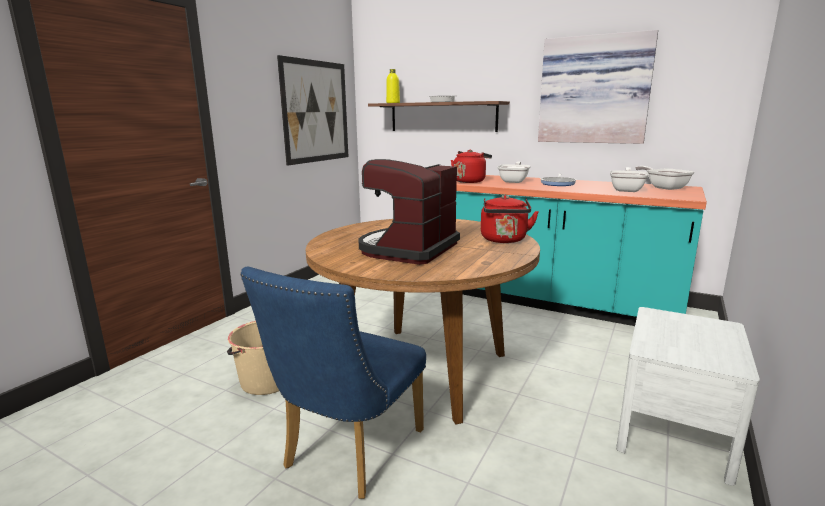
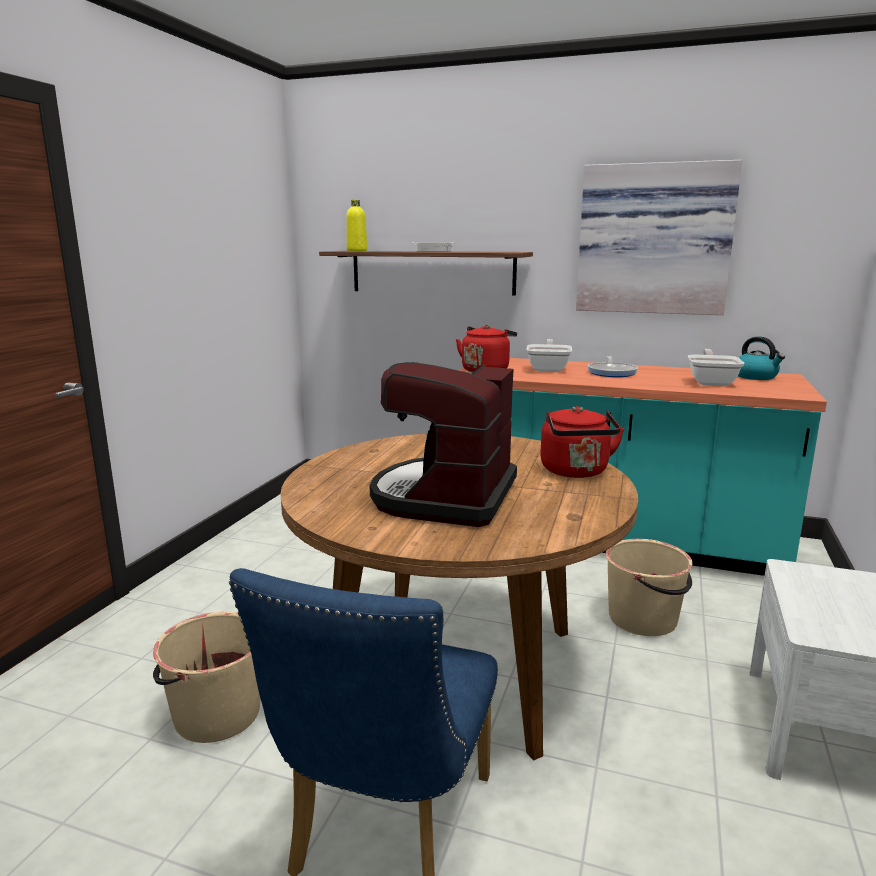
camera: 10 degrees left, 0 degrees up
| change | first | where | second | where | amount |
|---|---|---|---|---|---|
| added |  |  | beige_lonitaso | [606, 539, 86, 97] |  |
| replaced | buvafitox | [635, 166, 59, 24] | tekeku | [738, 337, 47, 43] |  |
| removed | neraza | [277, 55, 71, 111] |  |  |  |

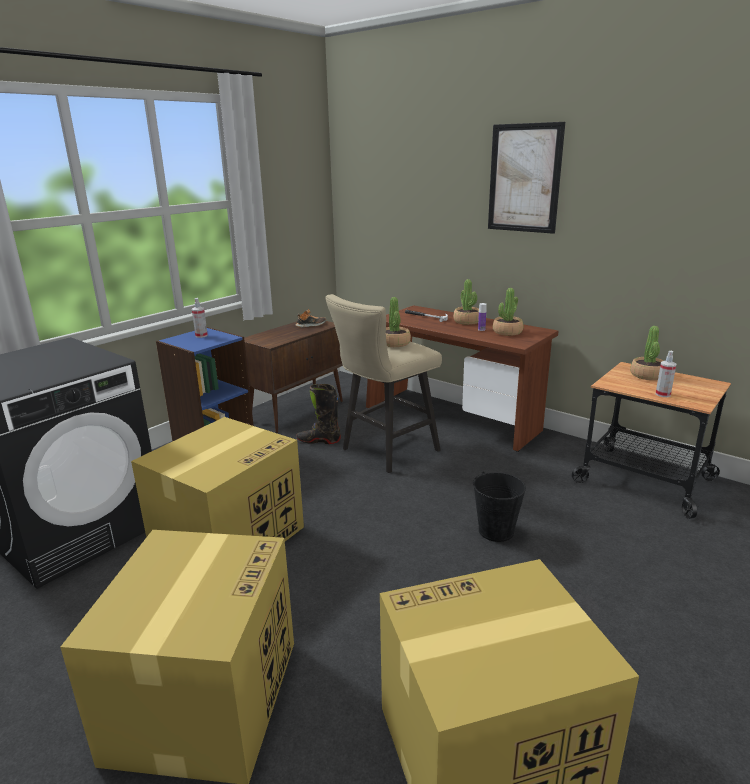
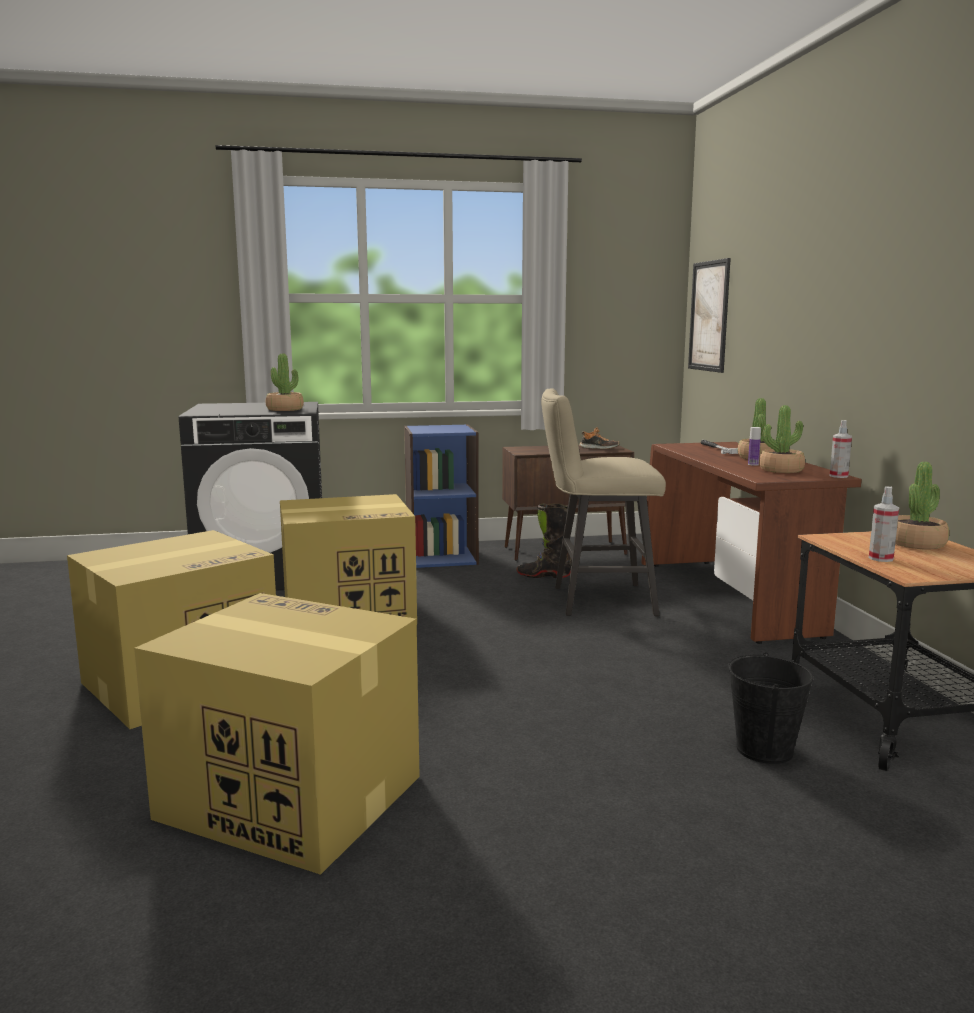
camera: 40 degrees right, 10 degrees down
| change | first | where | second | where | amount |
|---|---|---|---|---|---|
| moved | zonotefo | [386, 297, 25, 50] |  | [266, 353, 38, 58] |  |
| turned | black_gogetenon | [296, 384, 45, 60] |  | [517, 503, 55, 75] | 45 degrees counterclockwise |
| moved | neraza | [488, 122, 77, 112] |  | [688, 258, 43, 115] |  |
| moved | black_lonitaso | [473, 471, 53, 71] |  | [728, 652, 86, 112] |  |
| moved | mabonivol | [192, 298, 16, 40] |  | [830, 420, 22, 58] |  |

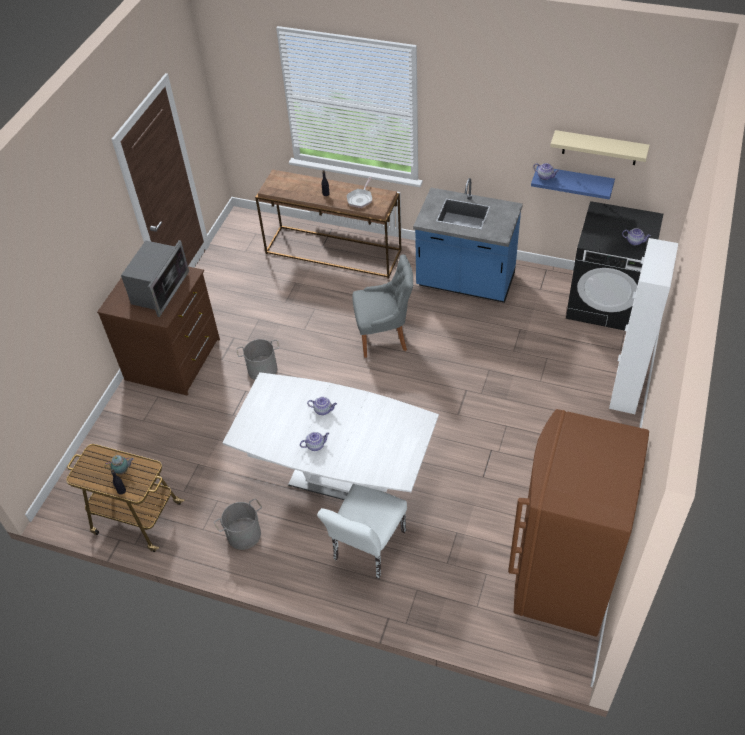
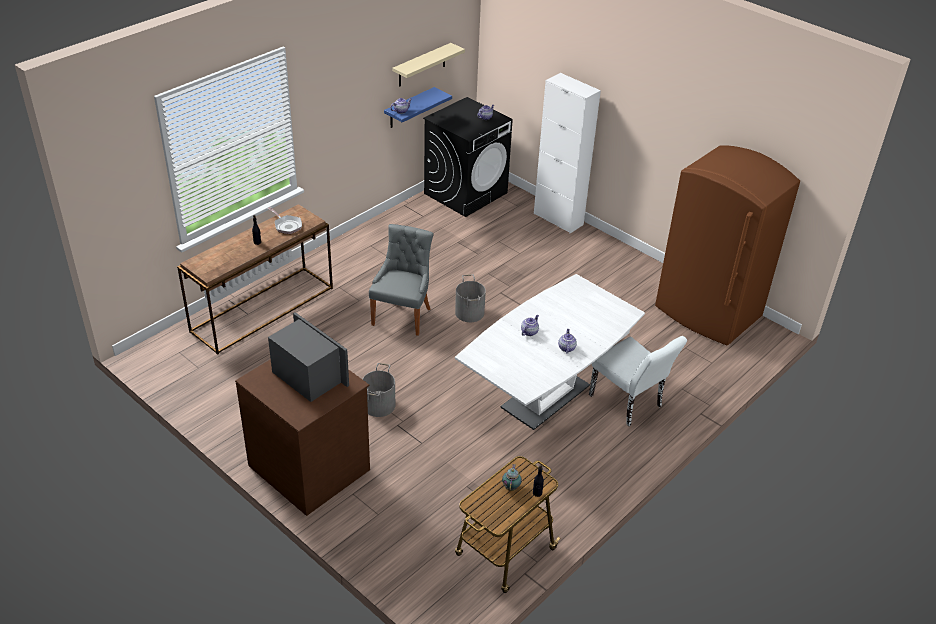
camera: 70 degrees left, 10 degrees down
| change | first | where | second | where | amount |
|---|---|---|---|---|---|
| moved | grey_lonitaso | [214, 498, 48, 52] |  | [455, 274, 31, 48] |  |
| removed | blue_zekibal | [413, 178, 110, 125] |  |  |  |

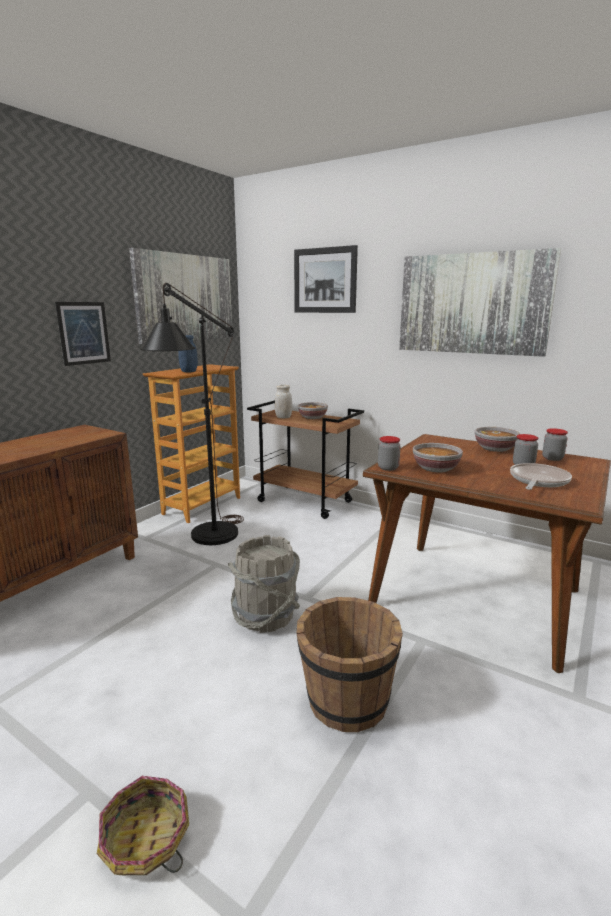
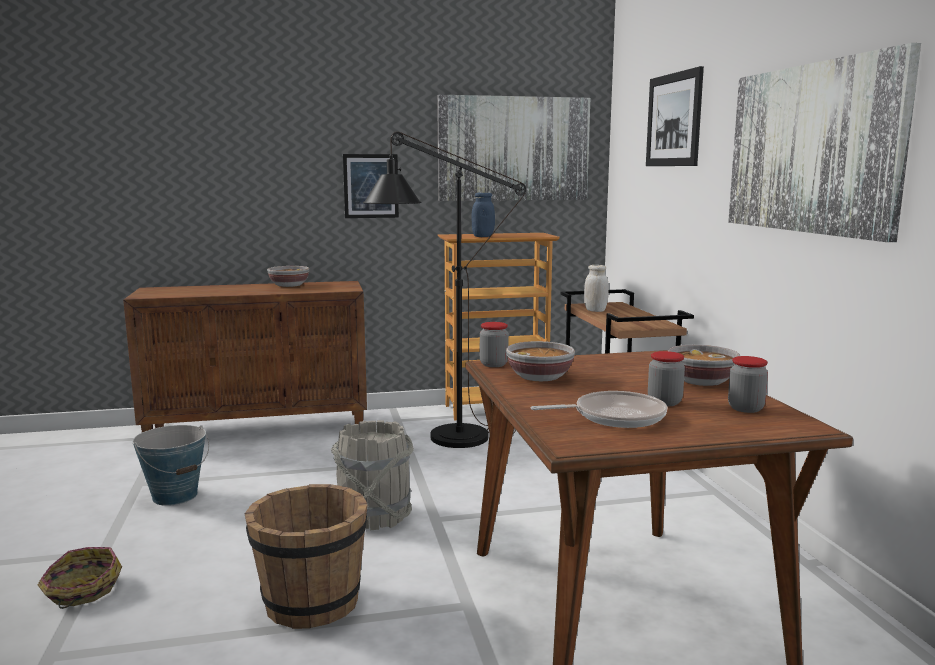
camera: 45 degrees right, 5 degrees down
| change | first | where | second | where | amount |
|---|---|---|---|---|---|
| added |  |  | lonitaso | [132, 425, 77, 81] |  |
| moved | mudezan | [298, 402, 30, 17] |  | [267, 266, 42, 21] |  |

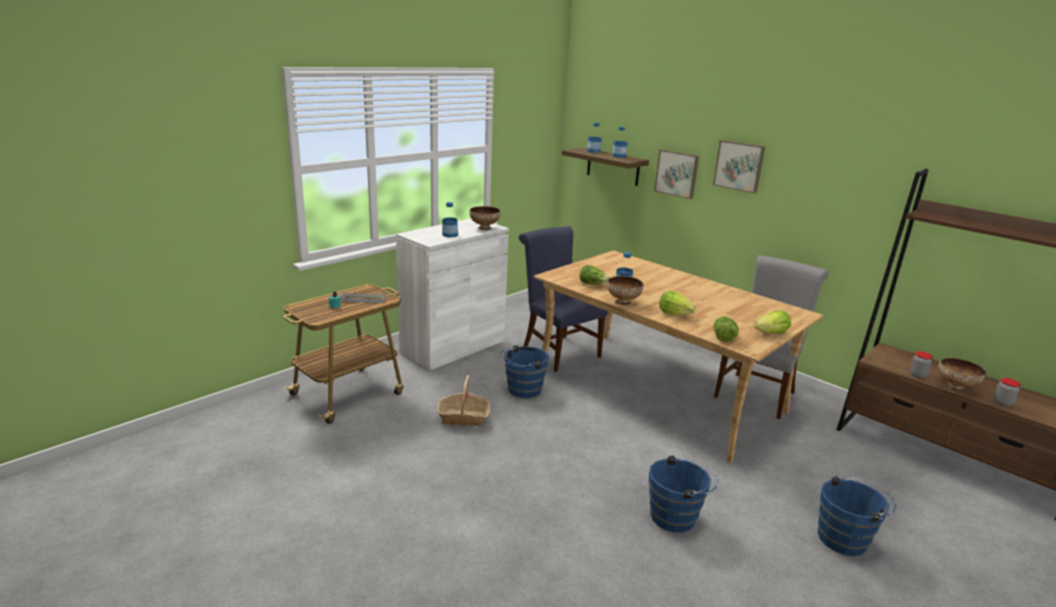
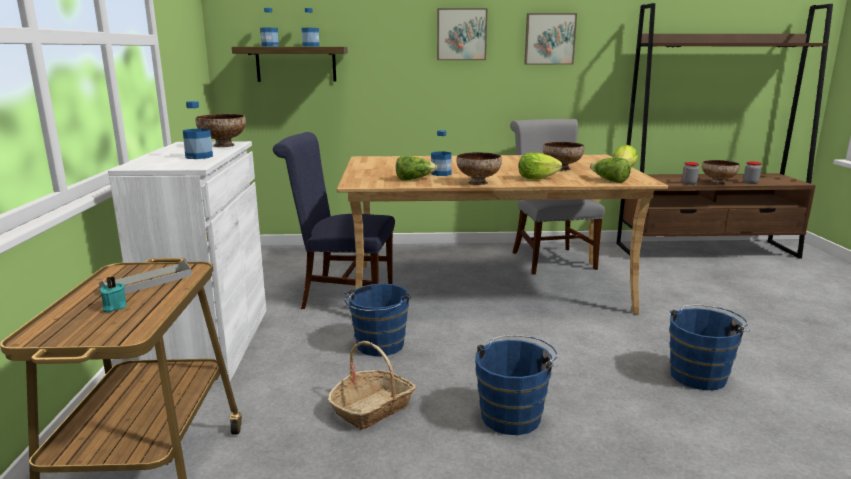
camera: 45 degrees left, 5 degrees down
| change | first | where | second | where | amount |
|---|---|---|---|---|---|
| moved | blue_lonitaso | [818, 476, 78, 80] |  | [475, 335, 83, 100] |  |
| moved | neraza | [654, 149, 45, 50] |  | [524, 13, 53, 52] |  |
| added |  |  | mudezan | [543, 142, 41, 29] |  |

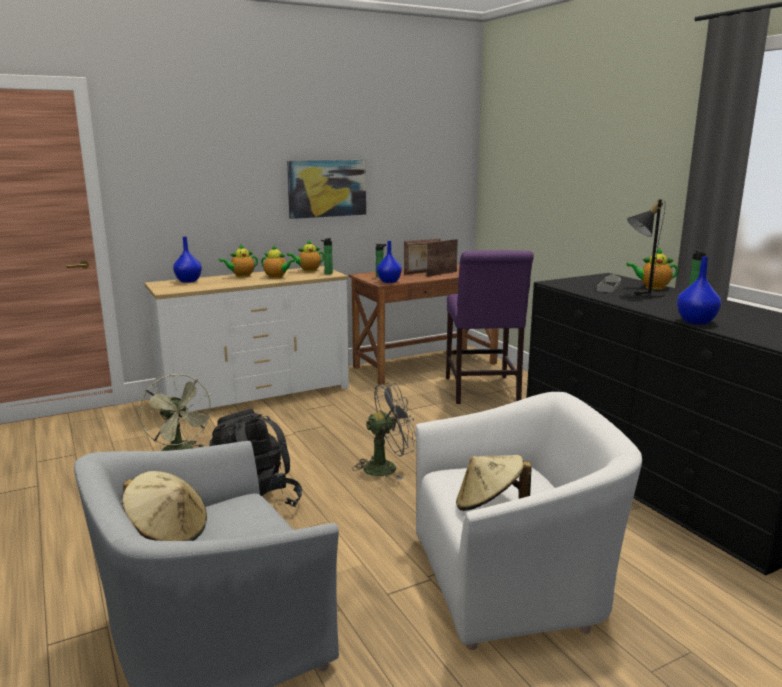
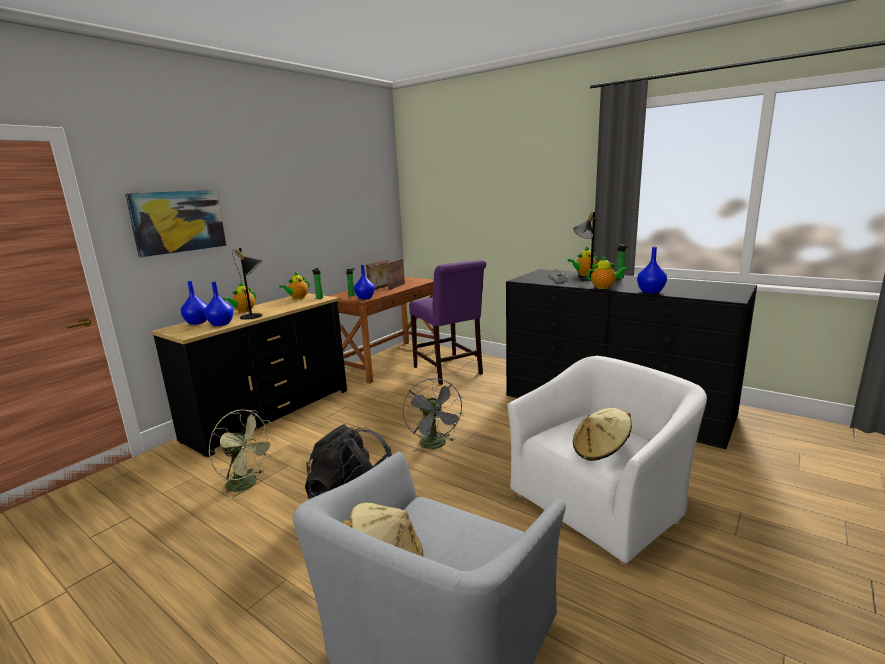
camera: 25 degrees left, 0 degrees up
| change | first | where | second | where | amount |
|---|---|---|---|---|---|
| moved | neraza | [287, 160, 79, 59] |  | [125, 190, 101, 67] |  |
| recoloured | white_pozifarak | [144, 266, 205, 146] | black_pozifarak | [151, 293, 196, 164] |  |
| added |  |  | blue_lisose | [204, 282, 29, 44] |  |
| added |  |  | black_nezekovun | [232, 248, 31, 72] |  |
| turned | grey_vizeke | [352, 383, 64, 97] |  | [403, 378, 61, 74] | 120 degrees clockwise |
| moved | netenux | [261, 245, 35, 34] |  | [587, 256, 41, 33] |  |

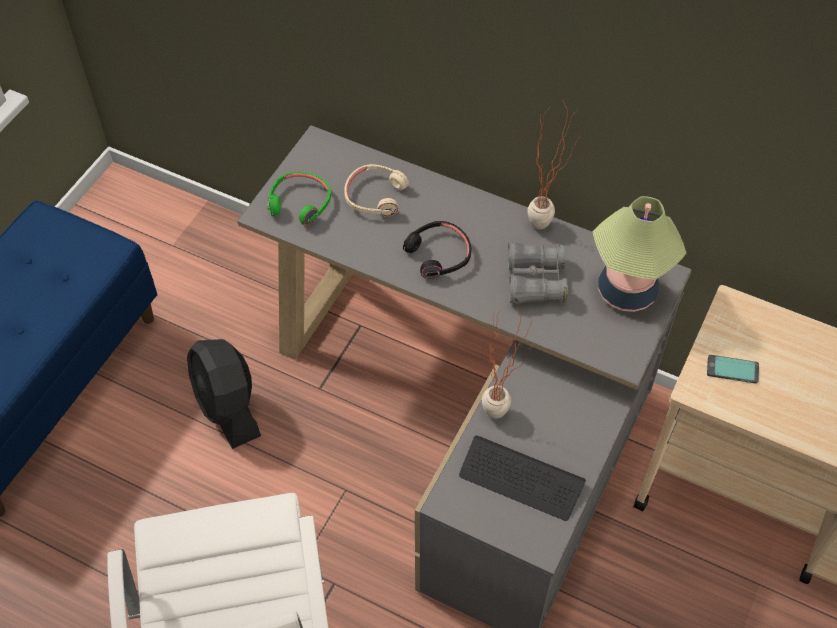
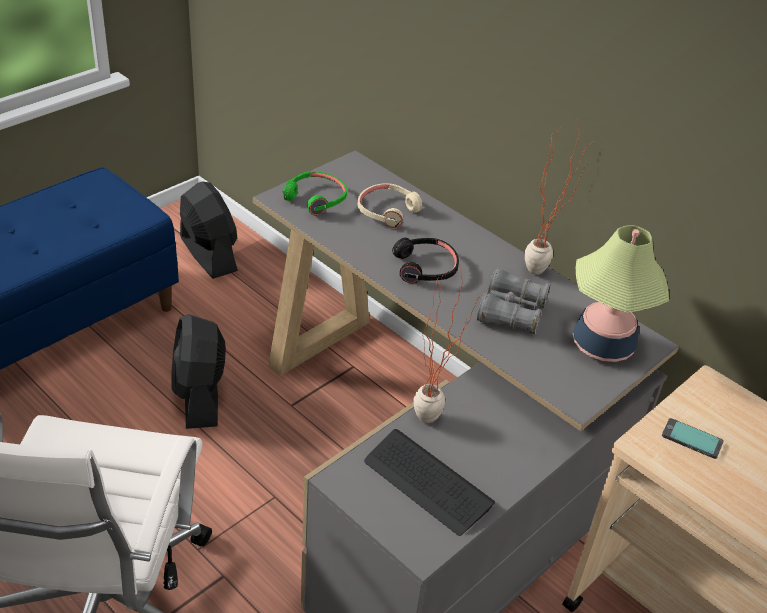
camera: 15 degrees right, 15 degrees down
| change | first | where | second | where | amount |
|---|---|---|---|---|---|
| added |  |  | black_vizeke | [180, 181, 58, 98] |  |

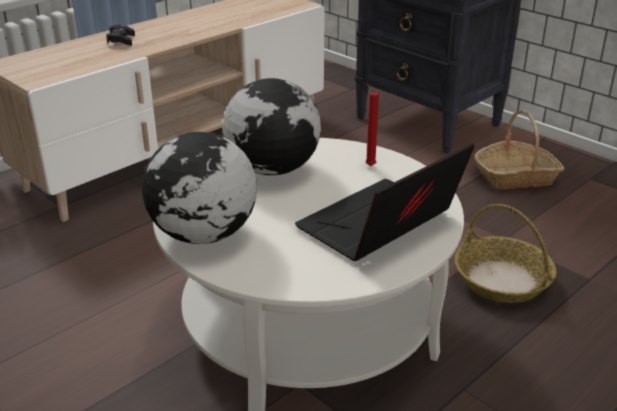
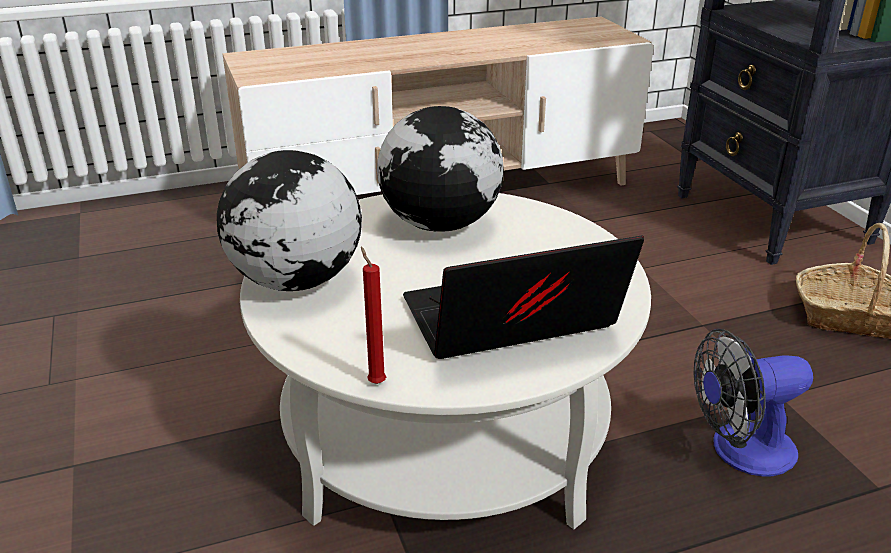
camera: 25 degrees right, 0 degrees up
| change | first | where | second | where | amount |
|---|---|---|---|---|---|
| moved | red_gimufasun | [366, 83, 13, 83] |  | [361, 247, 25, 137] |  |
| replaced | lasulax | [455, 204, 101, 99] | vizeke | [693, 328, 120, 149] |  |
| removed | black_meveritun | [106, 25, 29, 21] |  |  |  |

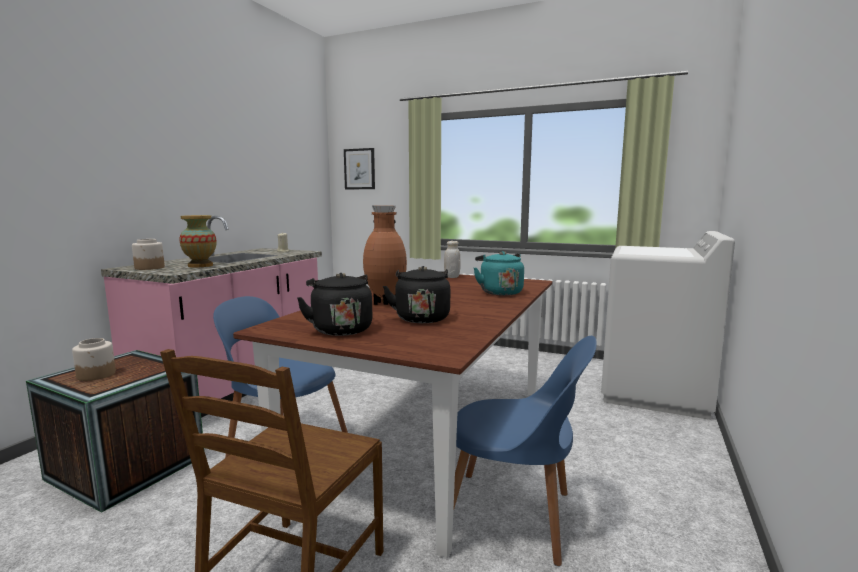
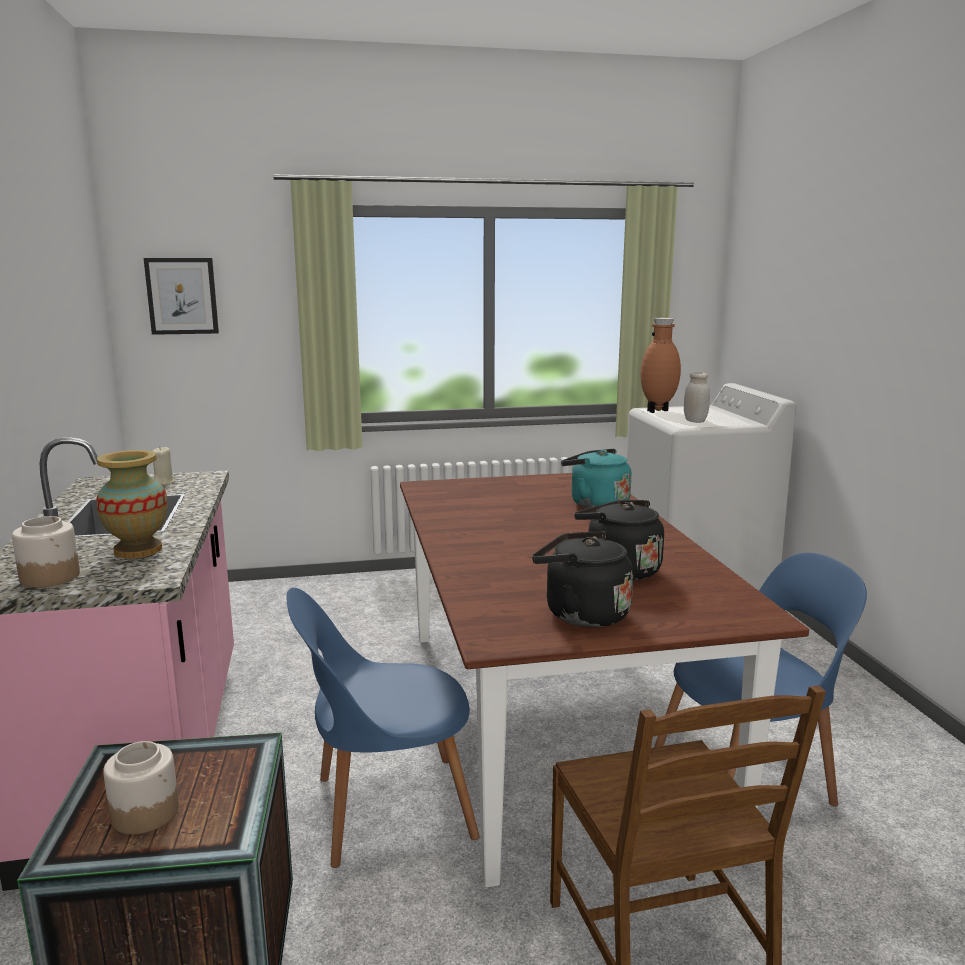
camera: 35 degrees left, 5 degrees up
| change | first | where | second | where | amount |
|---|---|---|---|---|---|
| moved | brown_lisose | [363, 205, 44, 100] |  | [641, 318, 40, 95] |  |
| moved | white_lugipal | [444, 241, 17, 37] |  | [684, 372, 26, 51] |  |

